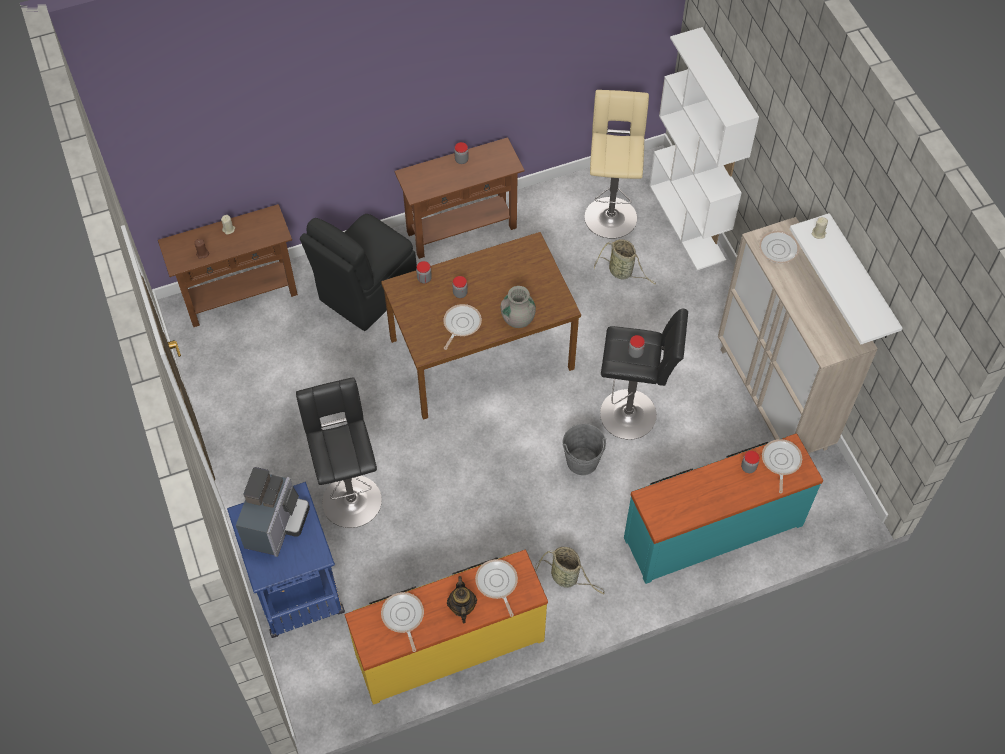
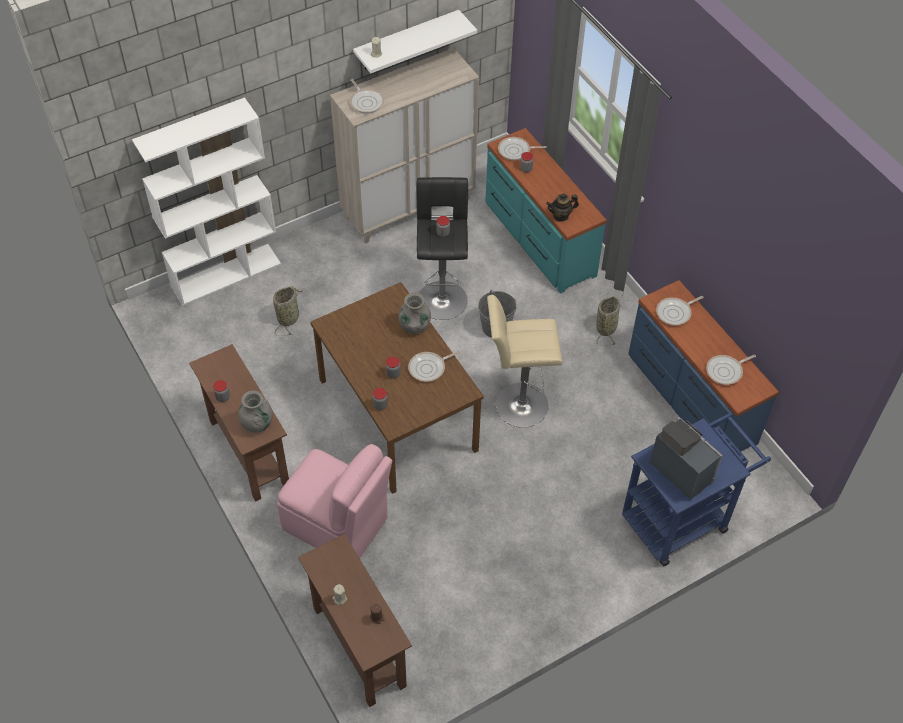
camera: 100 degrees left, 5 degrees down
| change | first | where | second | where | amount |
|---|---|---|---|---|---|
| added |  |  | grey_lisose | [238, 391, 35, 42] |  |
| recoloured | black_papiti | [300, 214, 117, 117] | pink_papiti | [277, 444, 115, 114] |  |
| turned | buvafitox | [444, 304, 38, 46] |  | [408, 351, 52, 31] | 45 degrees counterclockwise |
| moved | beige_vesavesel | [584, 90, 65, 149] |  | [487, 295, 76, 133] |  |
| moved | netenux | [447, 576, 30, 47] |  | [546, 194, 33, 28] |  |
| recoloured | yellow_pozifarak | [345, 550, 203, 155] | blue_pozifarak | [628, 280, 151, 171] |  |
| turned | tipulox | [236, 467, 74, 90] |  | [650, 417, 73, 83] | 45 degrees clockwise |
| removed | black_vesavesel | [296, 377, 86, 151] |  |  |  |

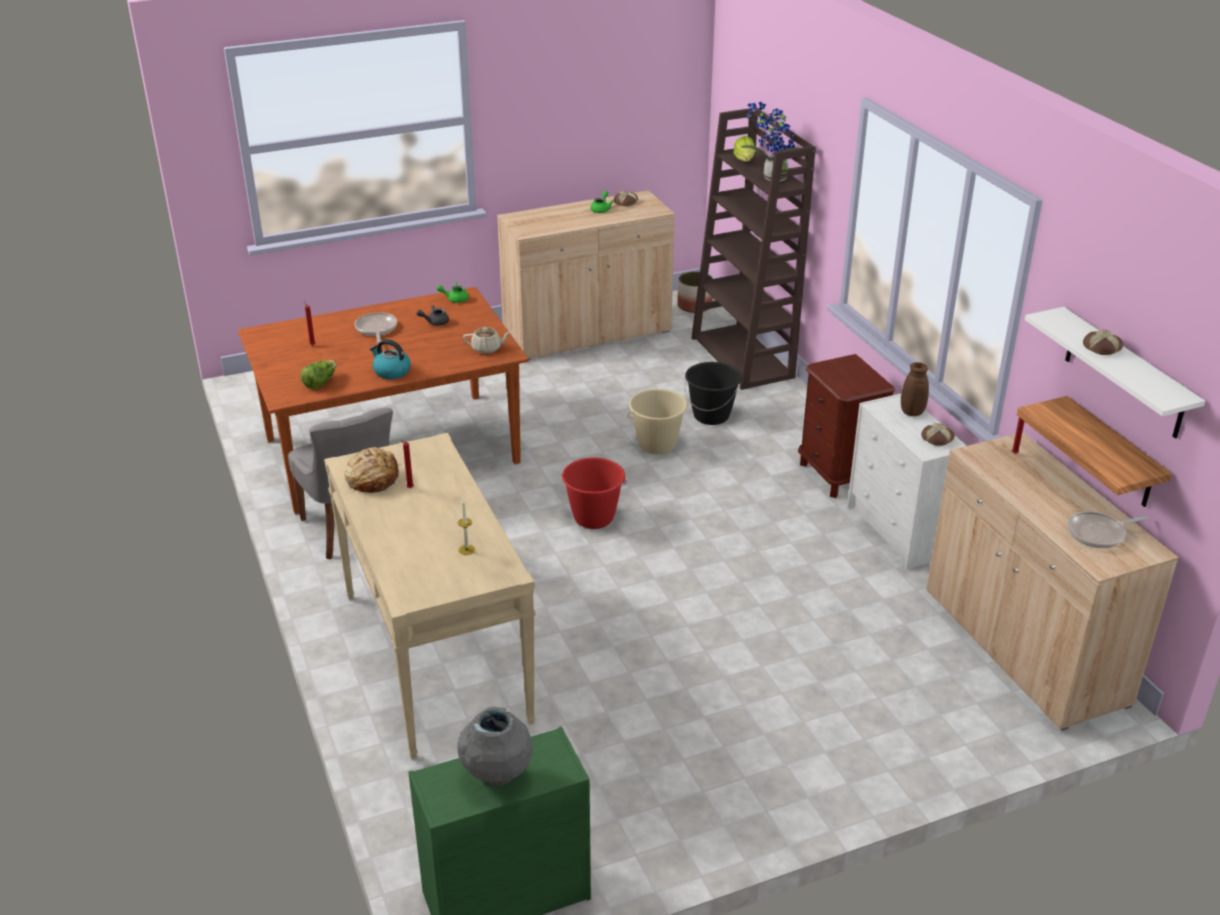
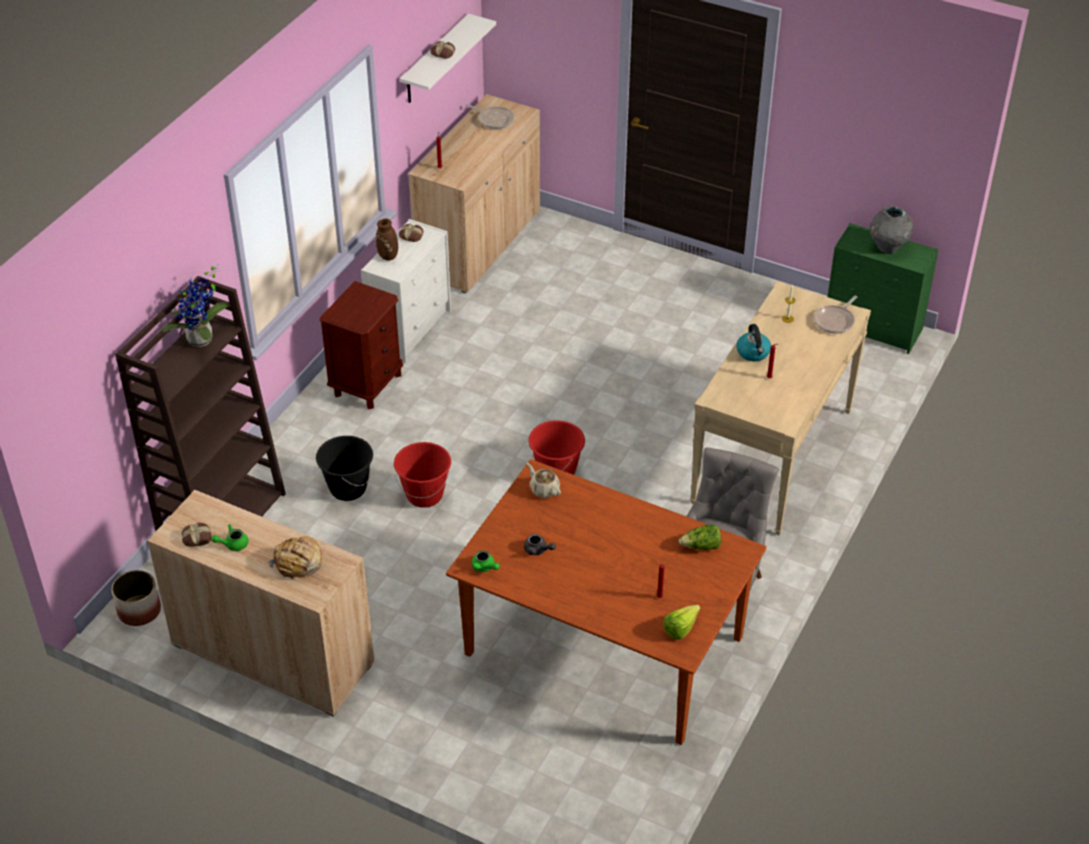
camera: 130 degrees left, 10 degrees up
| change | first | where | second | where | amount |
|---|---|---|---|---|---|
| moved | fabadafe | [345, 447, 54, 46] |  | [267, 536, 55, 44] |  |
| recoloured | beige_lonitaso | [628, 389, 59, 65] | red_lonitaso | [394, 442, 57, 66] |  |
| moved | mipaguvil | [733, 136, 22, 26] |  | [663, 605, 37, 35] |  |
| moved | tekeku | [370, 339, 41, 40] |  | [736, 324, 35, 37] |  |
| moved | buvafitox | [354, 312, 43, 32] |  | [814, 296, 43, 38] |  |
| removed | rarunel | [1017, 396, 155, 111] |  |  |  |

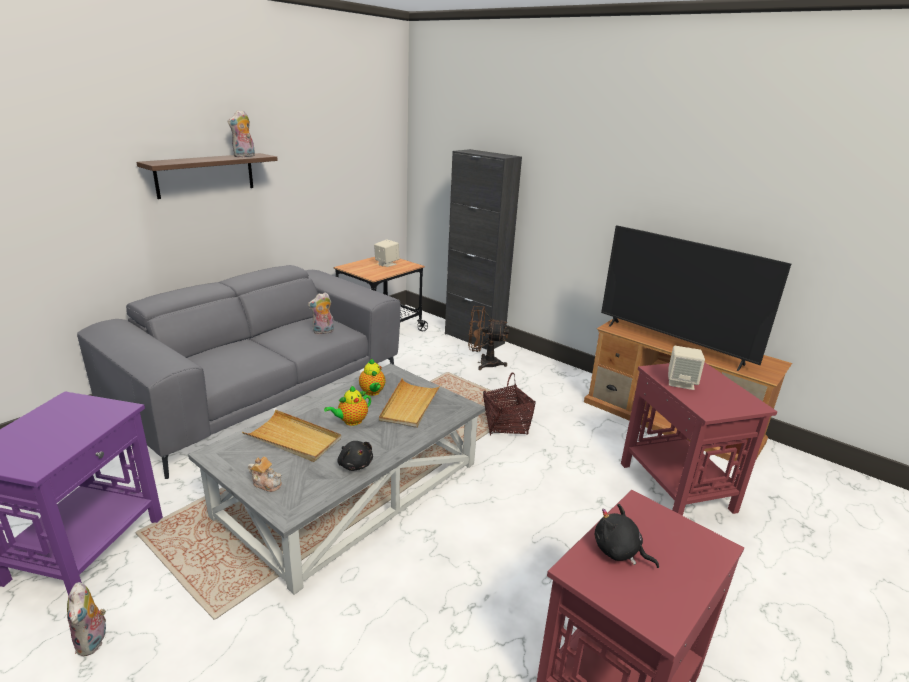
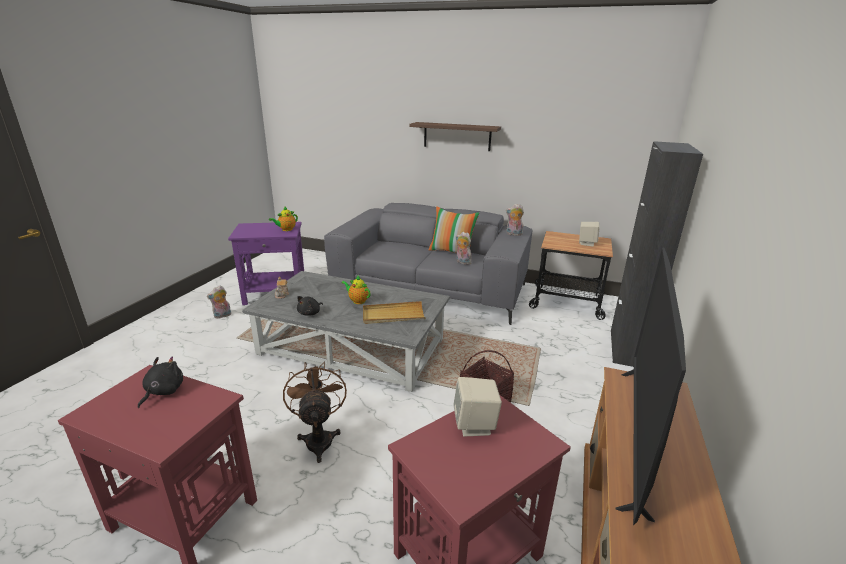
camera: 70 degrees right, 0 degrees up
| change | first | where | second | where | amount |
|---|---|---|---|---|---|
| moved | netenux | [359, 359, 26, 37] |  | [269, 206, 29, 25] |  |
| moved | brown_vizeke | [468, 306, 41, 64] |  | [283, 361, 64, 102] |  |
| added |  |  | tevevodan | [429, 206, 50, 47] |  |
| moved | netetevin | [227, 110, 28, 48] |  | [506, 204, 18, 32] |  |
| removed | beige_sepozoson | [242, 409, 99, 53] |  |  |  |

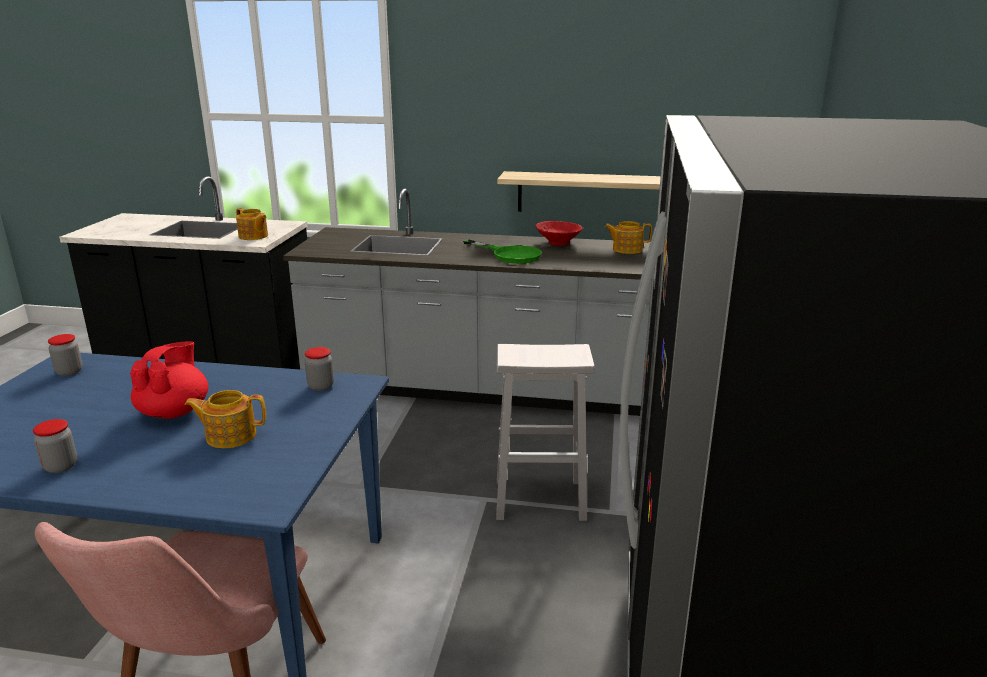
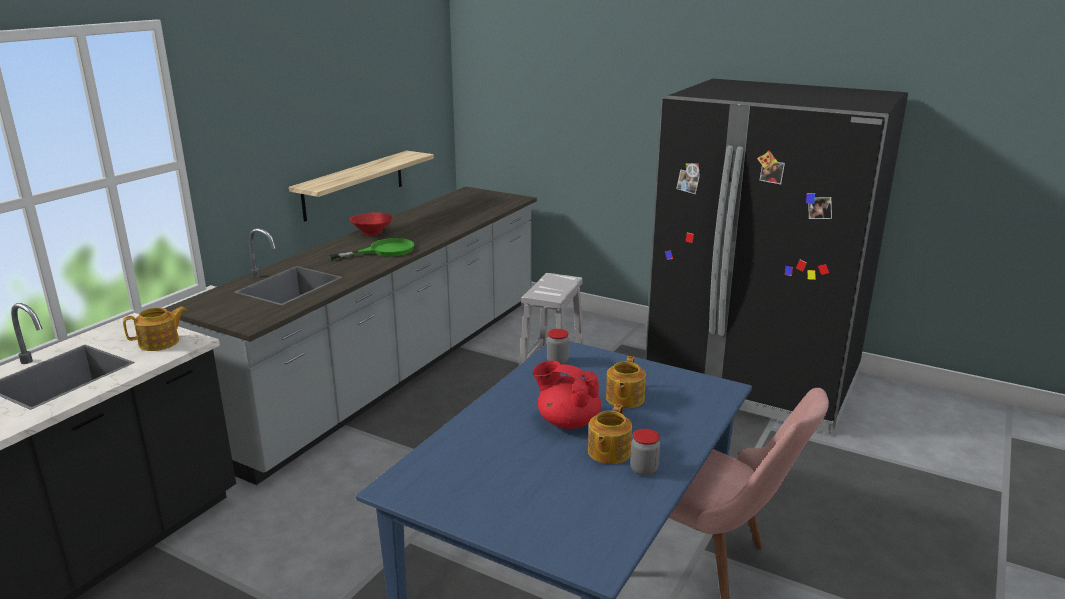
camera: 70 degrees left, 0 degrees up
| change | first | where | second | where | amount |
|---|---|---|---|---|---|
| moved | netenux | [605, 221, 47, 33] |  | [588, 404, 44, 60] |  |
| removed | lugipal | [48, 334, 34, 42] |  |  |  |

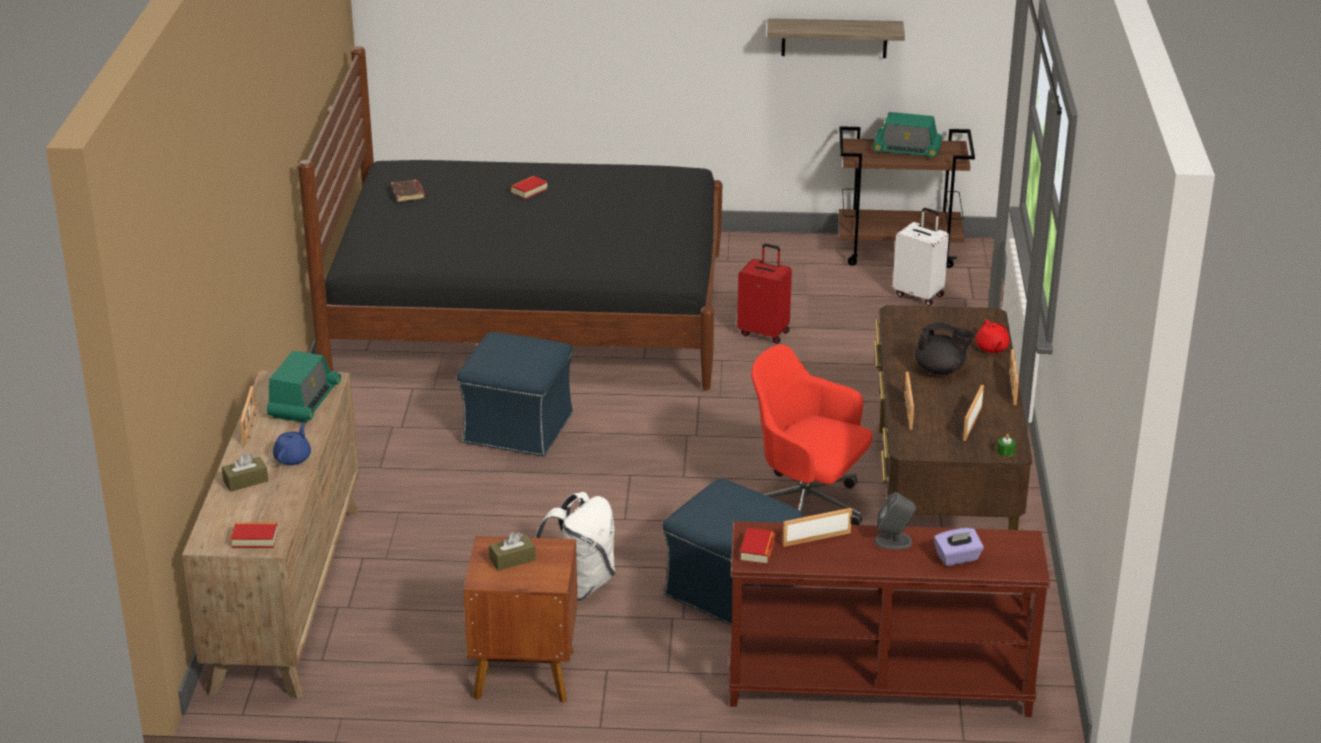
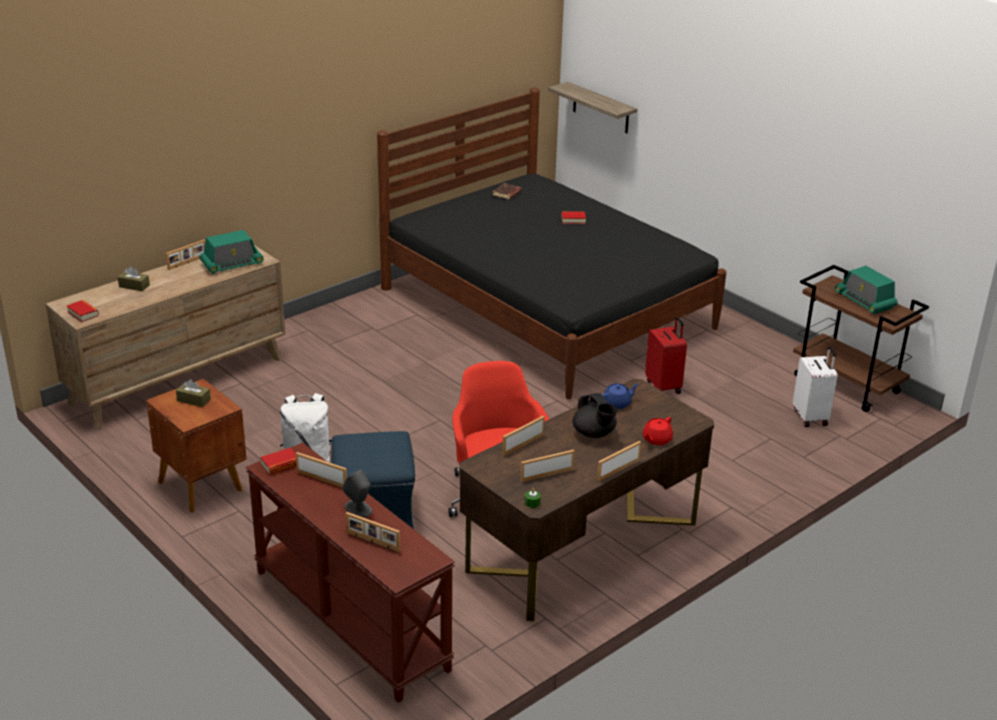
camera: 45 degrees right, 0 degrees up
| change | first | where | second | where | amount |
|---|---|---|---|---|---|
| replaced | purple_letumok | [934, 528, 50, 38] | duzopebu | [345, 512, 55, 40] |  |
| moved | rarunel | [767, 18, 138, 40] |  | [548, 82, 89, 51] |  |
| moved | blue_netenux | [273, 422, 38, 43] |  | [602, 383, 37, 26] |  |
| removed | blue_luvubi | [457, 332, 116, 125] |  |  |  |

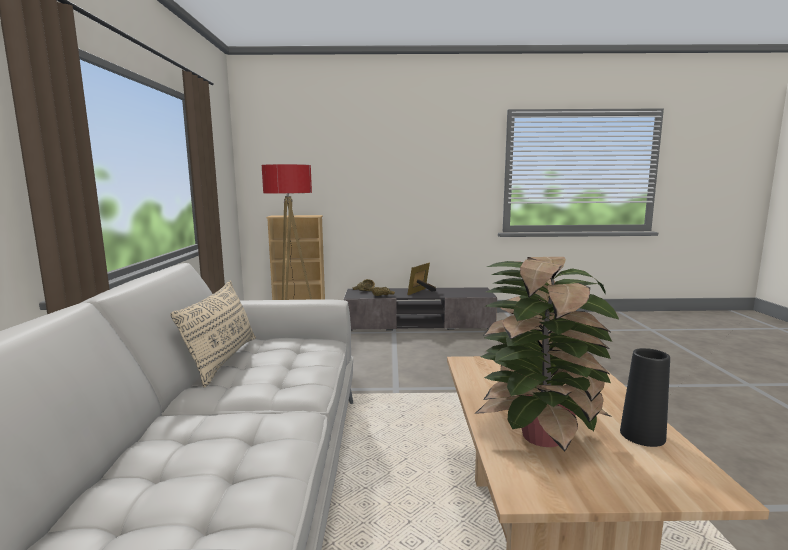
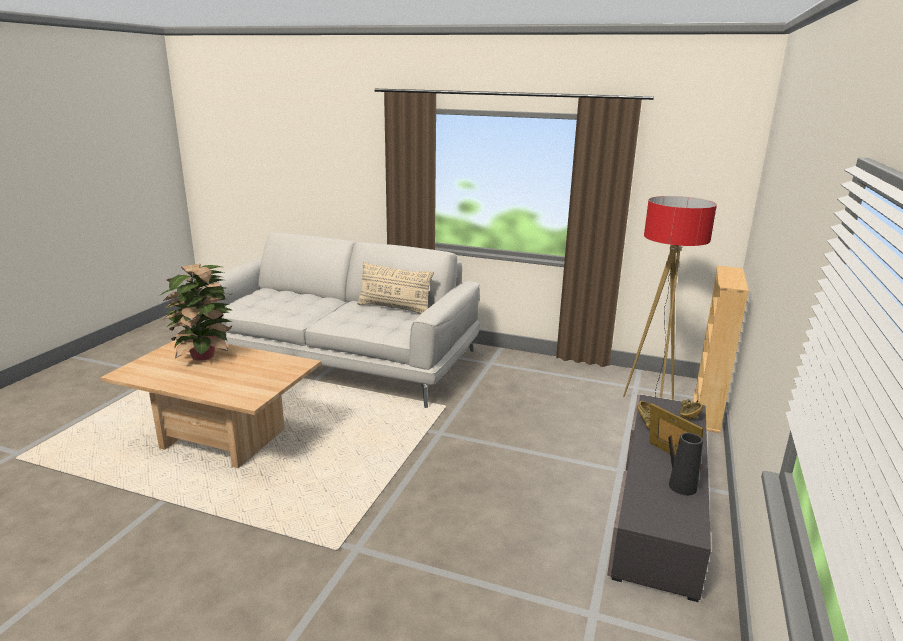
camera: 110 degrees right, 10 degrees up
| change | first | where | second | where | amount |
|---|---|---|---|---|---|
| moved | black_lisose | [620, 348, 50, 99] |  | [669, 433, 34, 62] |  |

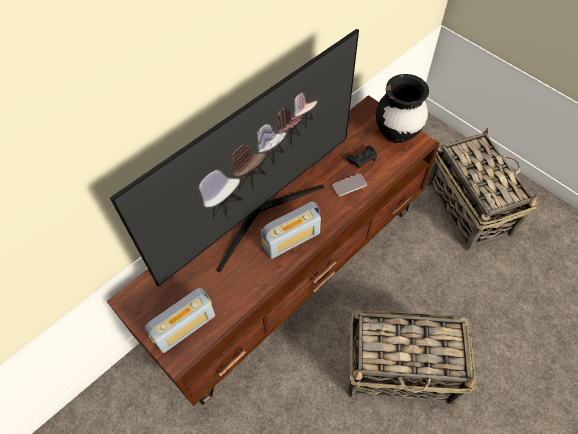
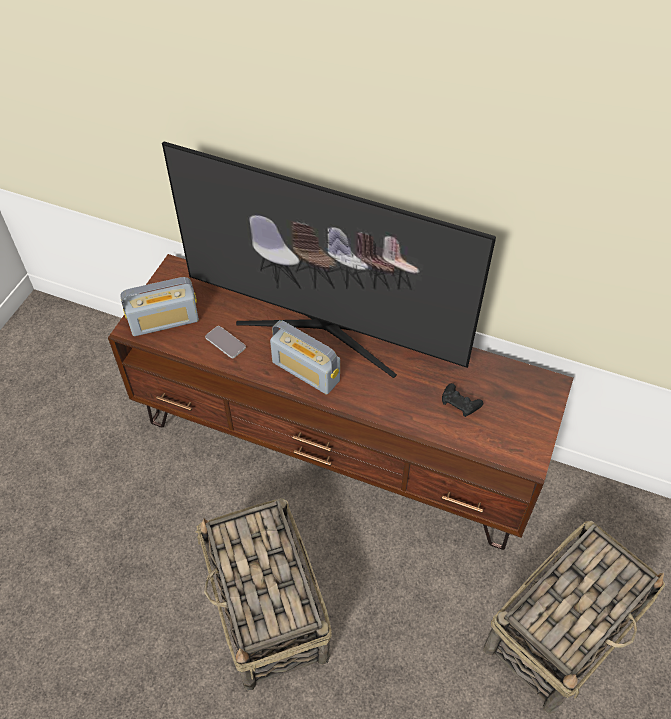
camera: 65 degrees right, 5 degrees down
| change | first | where | second | where | amount |
|---|---|---|---|---|---|
| turned | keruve | [145, 288, 70, 65] |  | [120, 277, 79, 59] | 45 degrees counterclockwise |
| moved | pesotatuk | [332, 174, 35, 22] |  | [205, 326, 41, 32] |  |
| removed | black_lisose | [376, 74, 53, 69] |  |  |  |

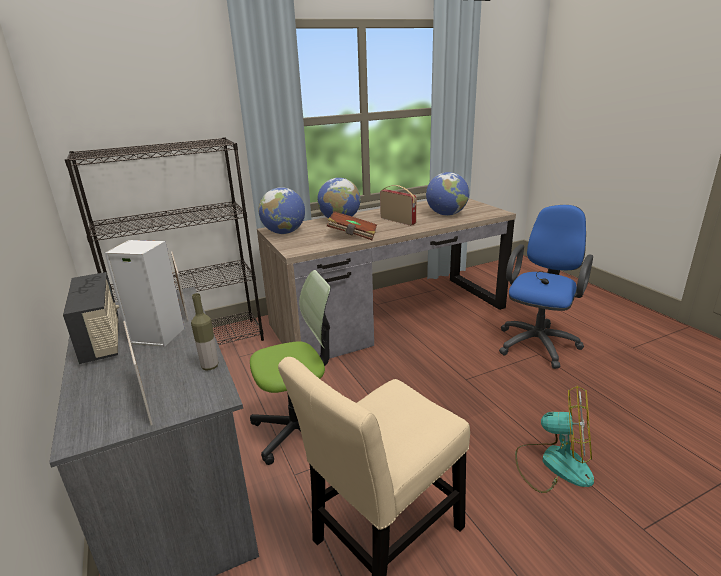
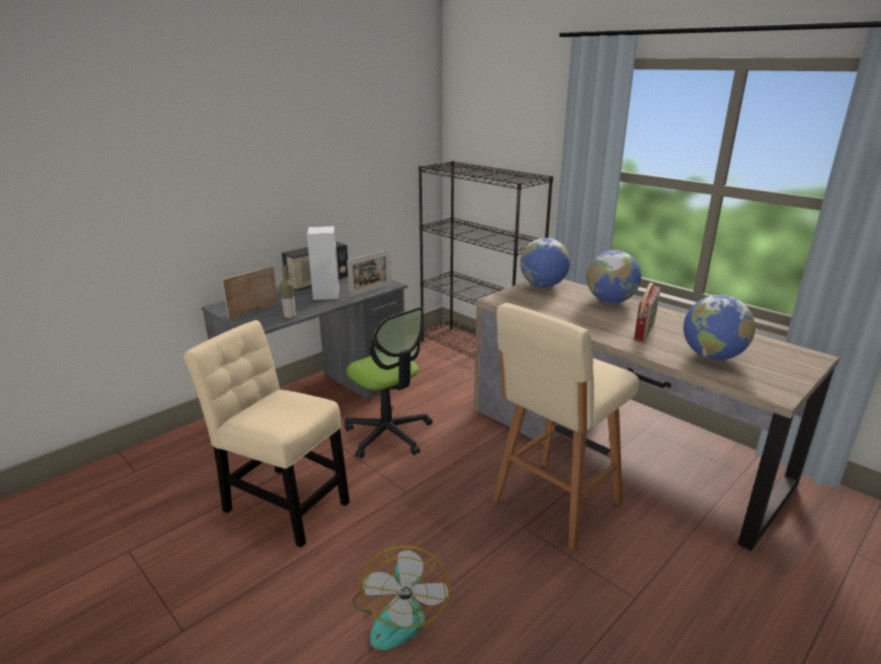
camera: 70 degrees right, 0 degrees up
| change | first | where | second | where | amount |
|---|---|---|---|---|---|
| added |  |  | beige_vesavesel | [492, 303, 147, 248] |  |
| removed | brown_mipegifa | [327, 211, 50, 29] |  |  |  |
| removed | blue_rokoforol | [499, 205, 94, 164] |  |  |  |

